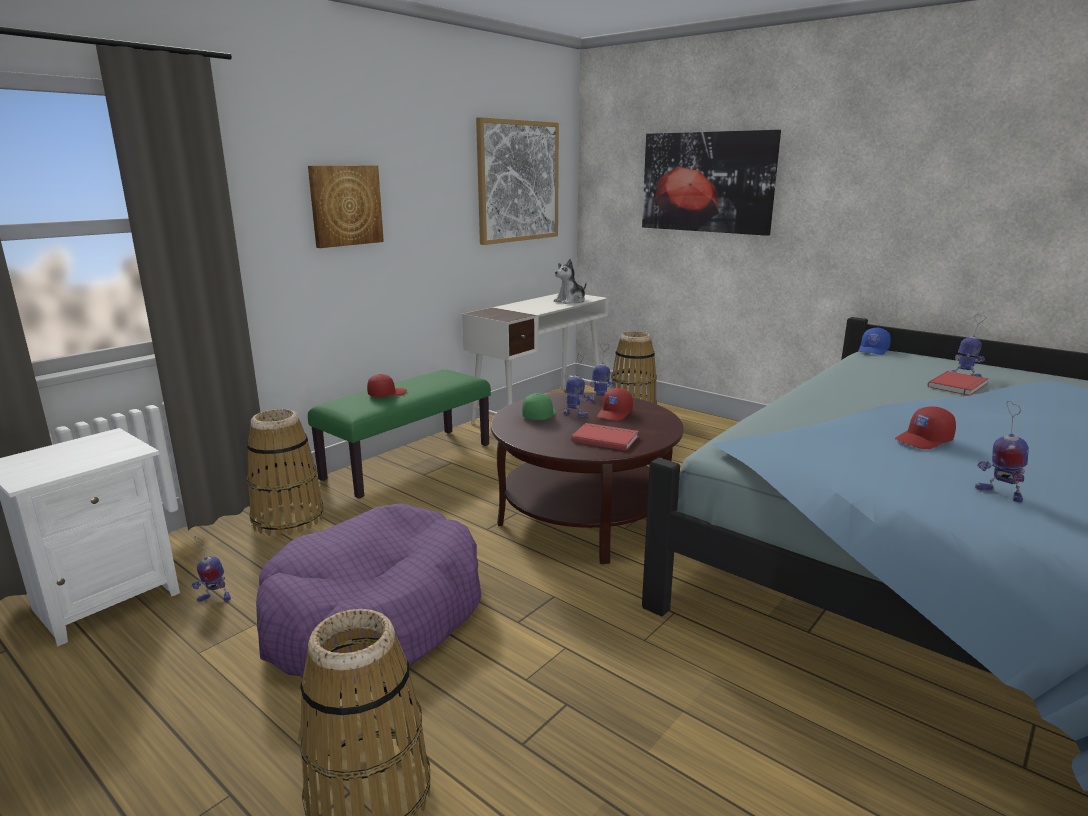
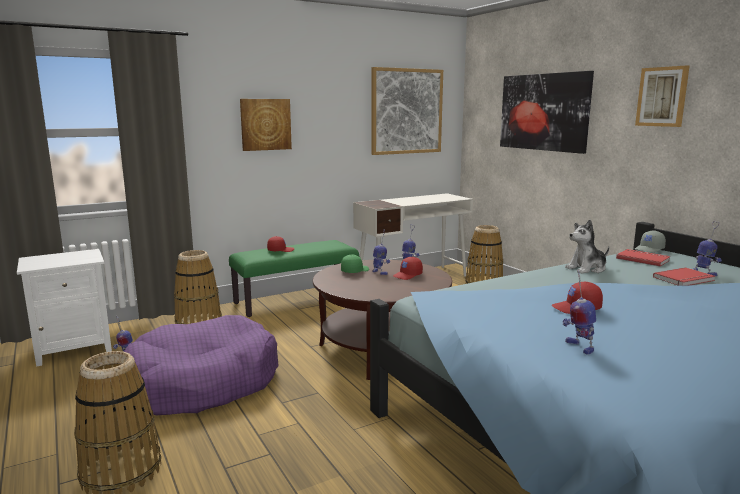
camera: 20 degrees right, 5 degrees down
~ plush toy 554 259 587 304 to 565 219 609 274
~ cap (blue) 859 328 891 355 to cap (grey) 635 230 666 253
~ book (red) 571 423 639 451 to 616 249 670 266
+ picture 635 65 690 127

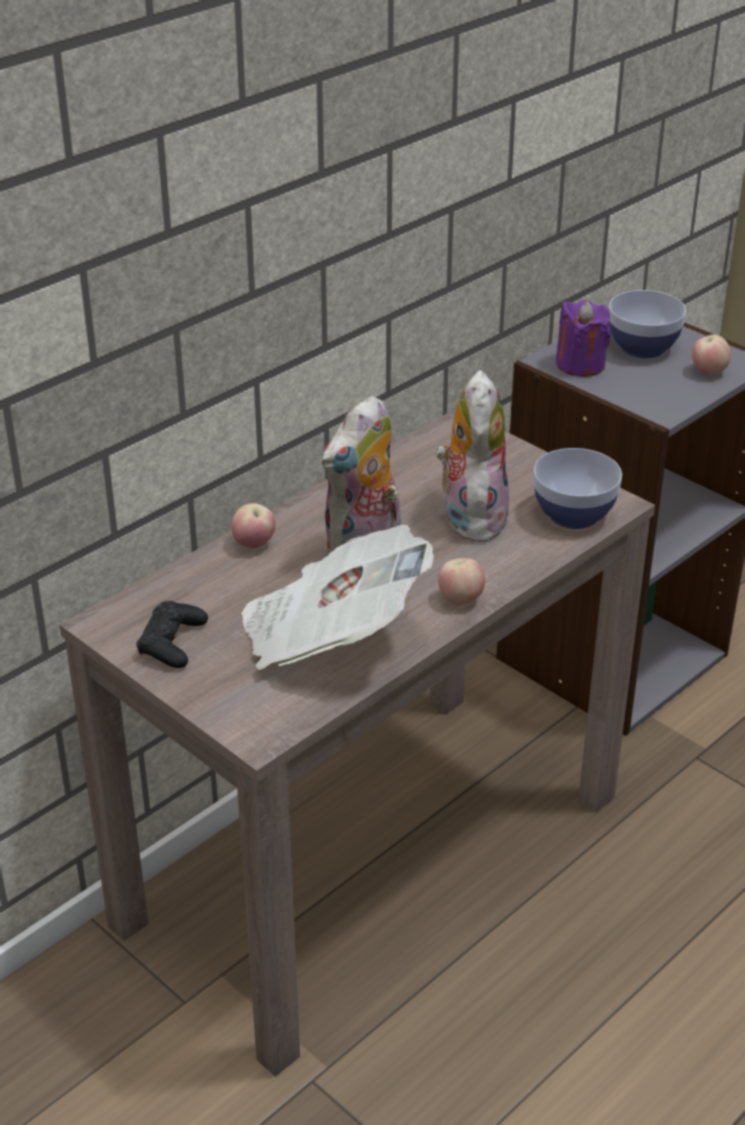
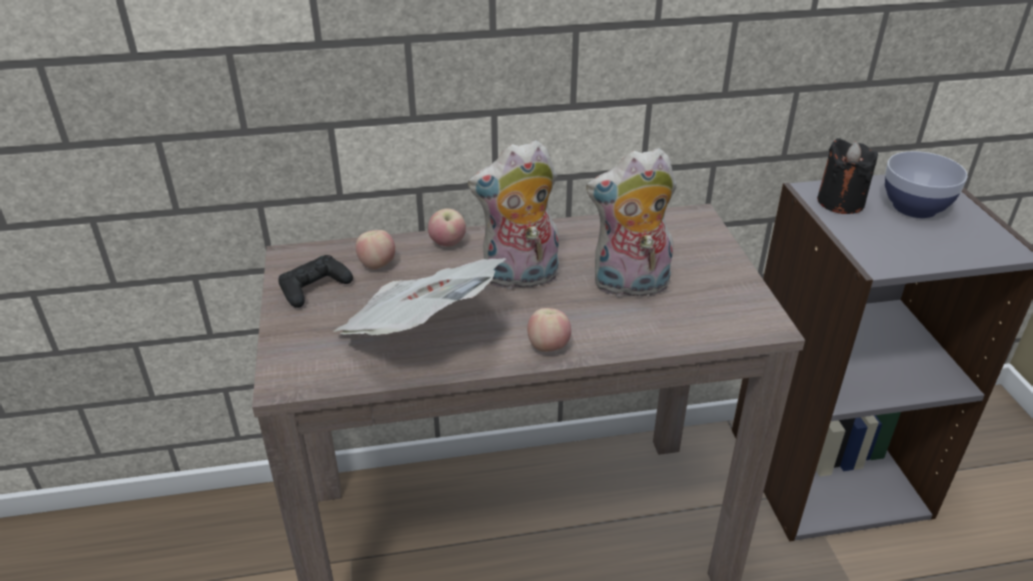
camera: 35 degrees right, 0 degrees up
~ candle (purple) 556 300 611 377 to candle (black) 817 138 878 214
~ apple 692 335 731 375 to 356 230 395 270
~ plush toy 436 370 509 543 = 586 148 677 297 135 degrees counterclockwise
- bowl 533 448 622 529

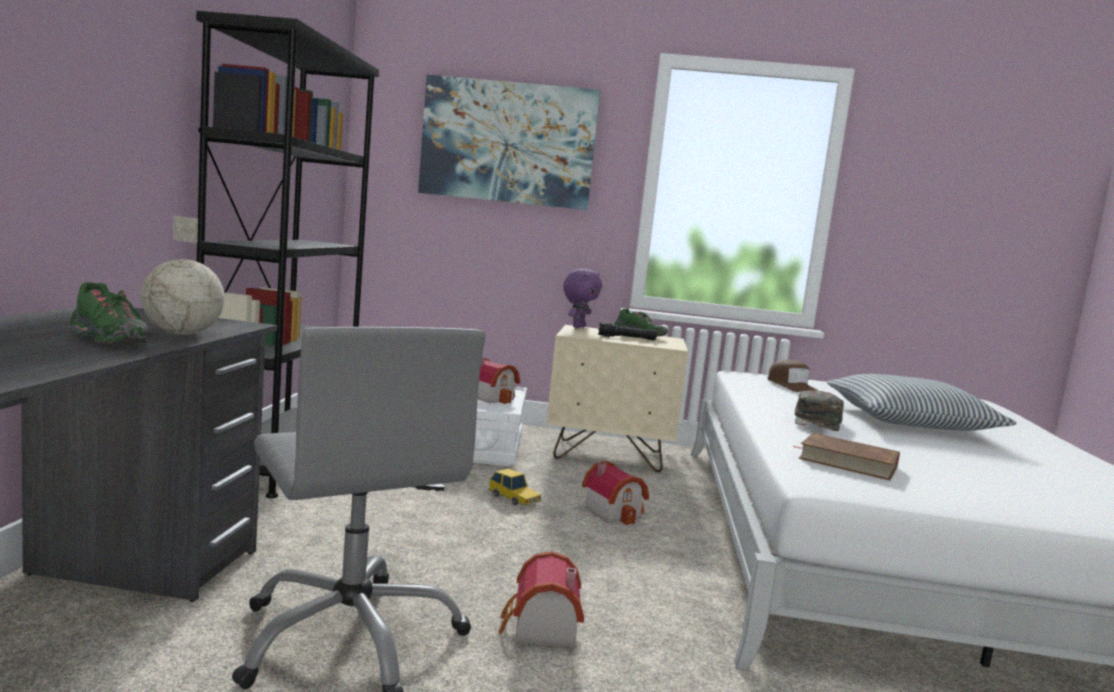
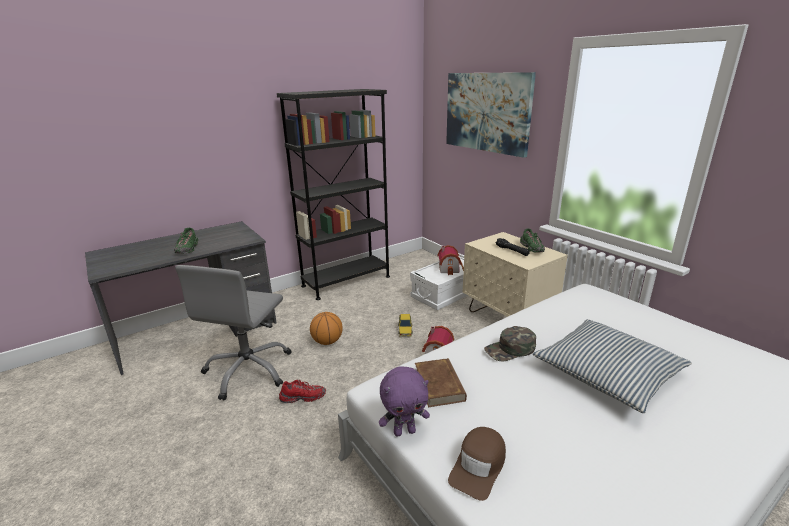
camera: 50 degrees right, 15 degrees up
- globe 141 216 225 335
~ plush toy (purple) 563 269 602 328 to 379 367 430 436
~ cap (brown) 767 360 819 392 to 448 427 506 501
~ toy house 498 551 584 648 to shoe (red) 279 380 326 403
+ basketball 310 312 343 345

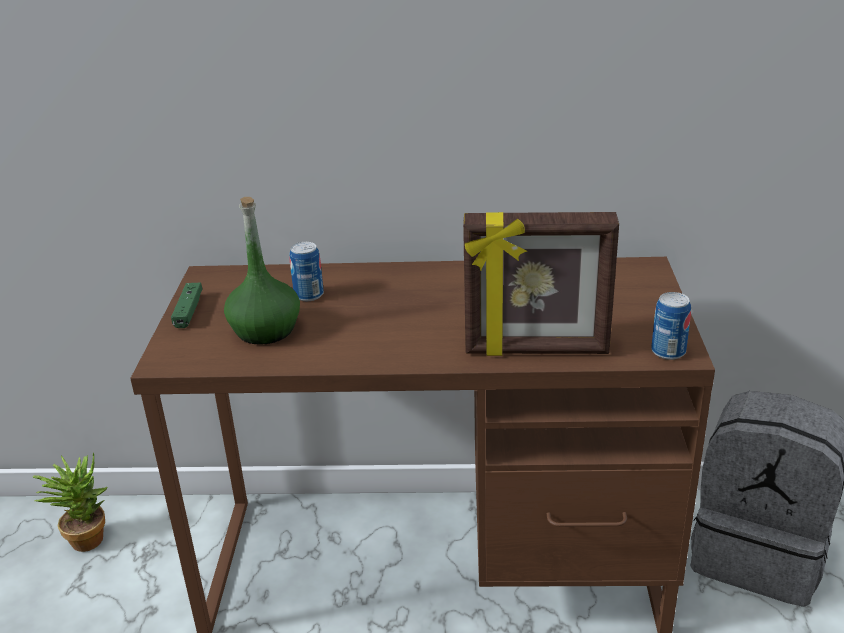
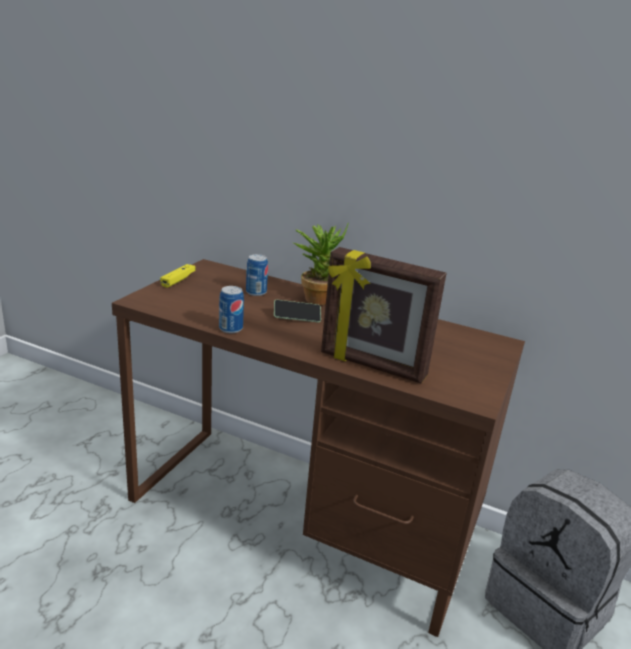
camera: 20 degrees right, 5 degrees down
- bottle (green) 224 197 300 345
~ game controller (green) 171 283 203 328 to game controller (yellow) 160 264 196 288
~ can 651 292 691 360 to 219 286 244 333
~ potted plant 33 452 108 552 to 294 222 349 305
+ phone 274 300 321 323

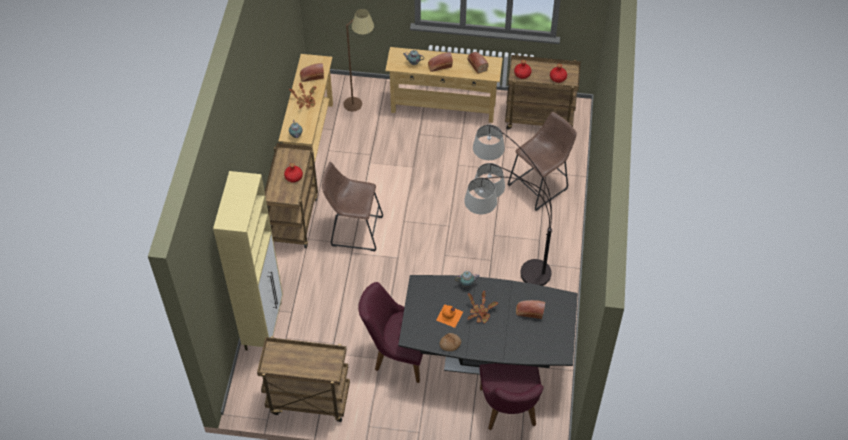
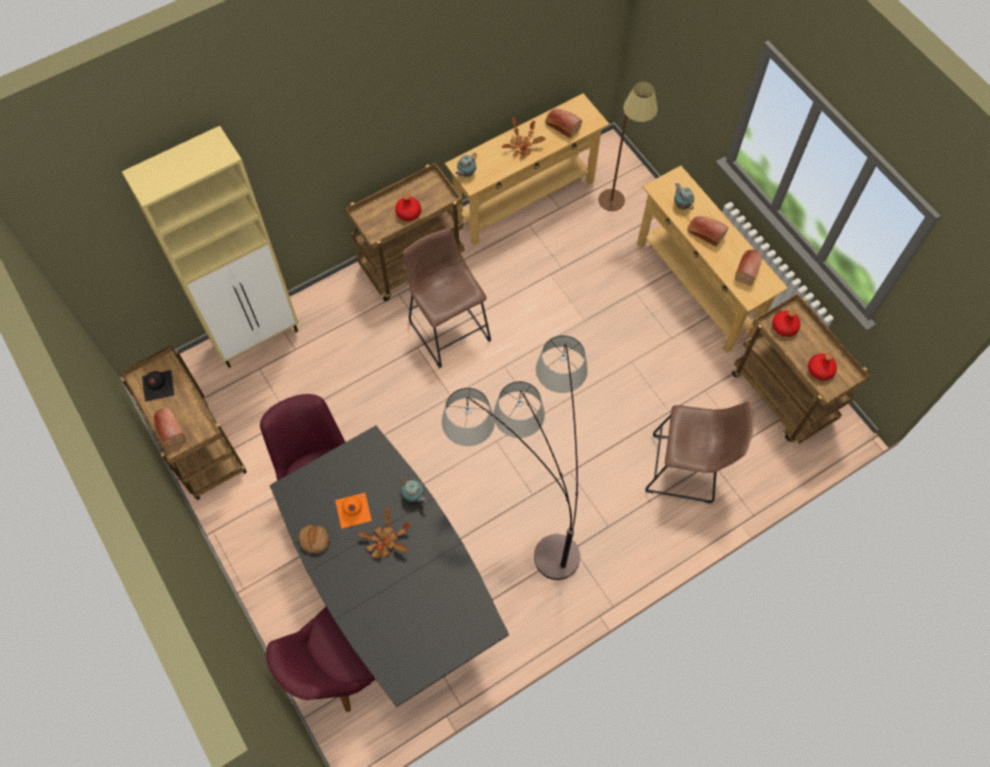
camera: 50 degrees right, 10 degrees up
~ bread 516 300 545 319 to 153 408 186 447
+ bottle (black) 142 370 174 402

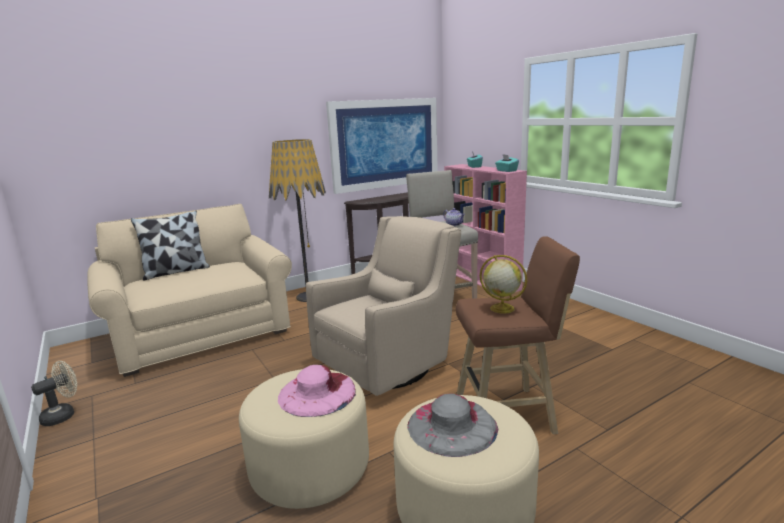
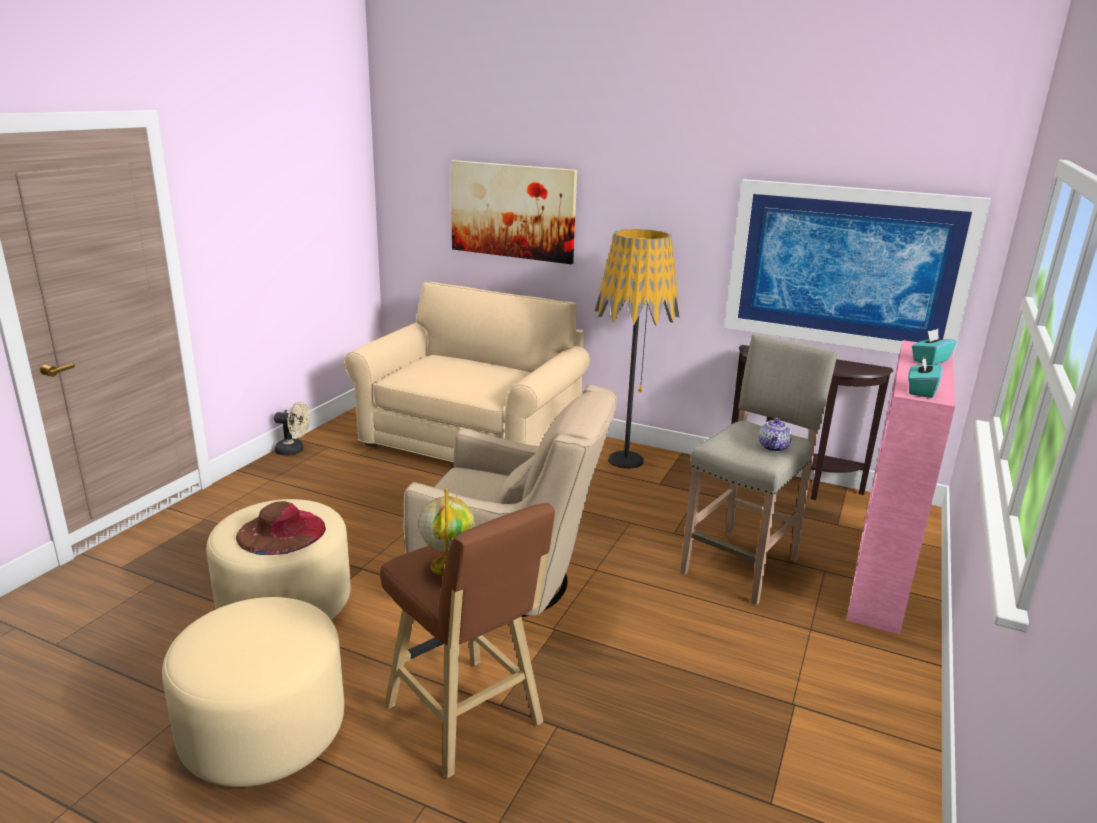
camera: 55 degrees right, 5 degrees up
- pillow 131 210 210 280
~ hat (pink) 278 365 356 417 to hat (brown) 236 501 326 555
- hat (grey) 407 393 498 457
+ picture 451 160 577 264

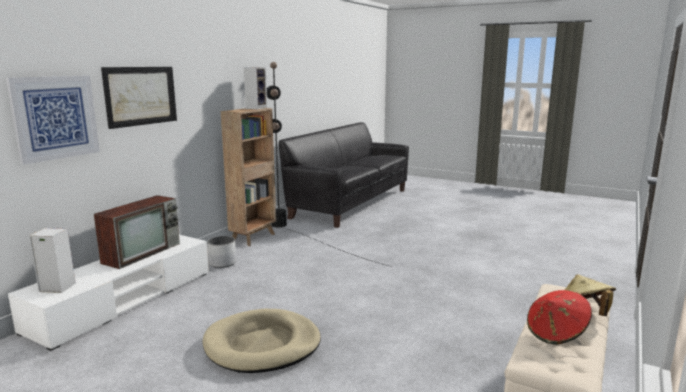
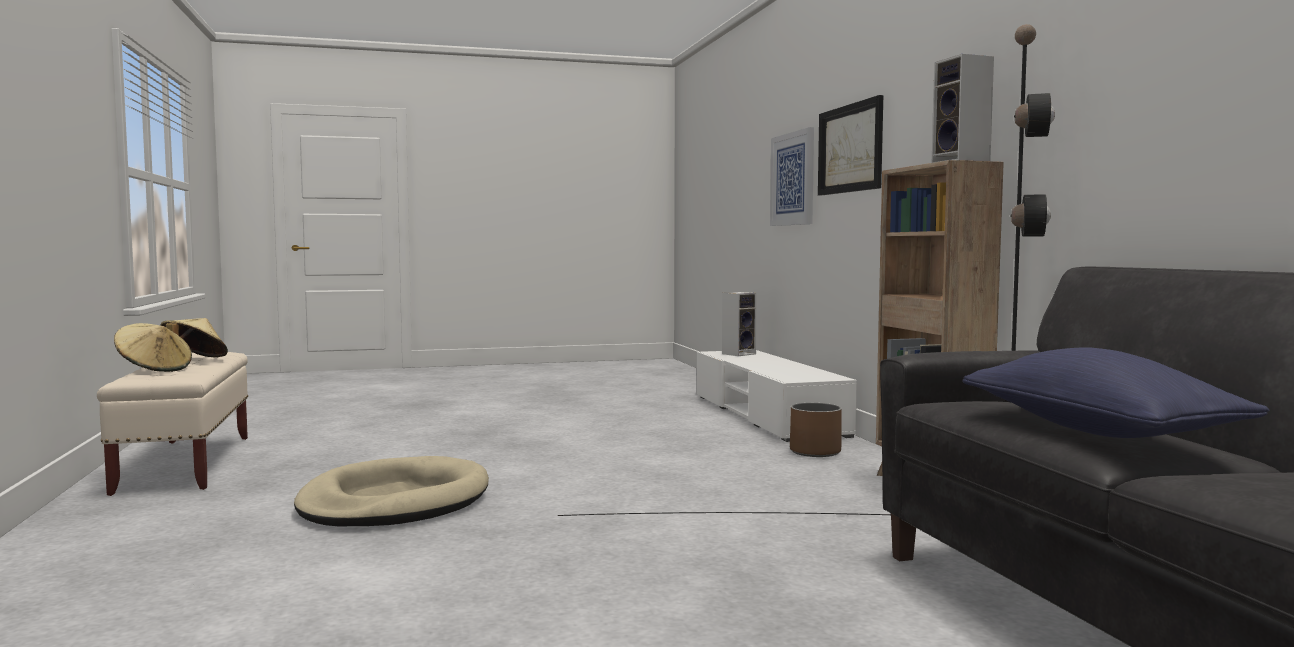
camera: 135 degrees right, 10 degrees down
- television 94 195 180 269
~ planter (white) 207 236 236 268 to planter (brown) 790 403 842 457
~ hat (red) 527 290 592 345 to hat (beige) 160 318 228 357
~ dog bed (beige) 203 309 321 373 to 294 456 489 526
+ pillow (blue) 962 348 1269 438

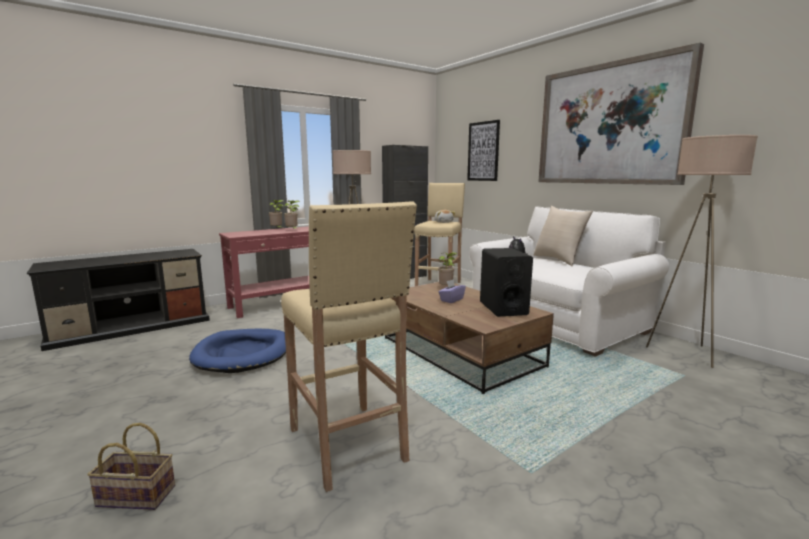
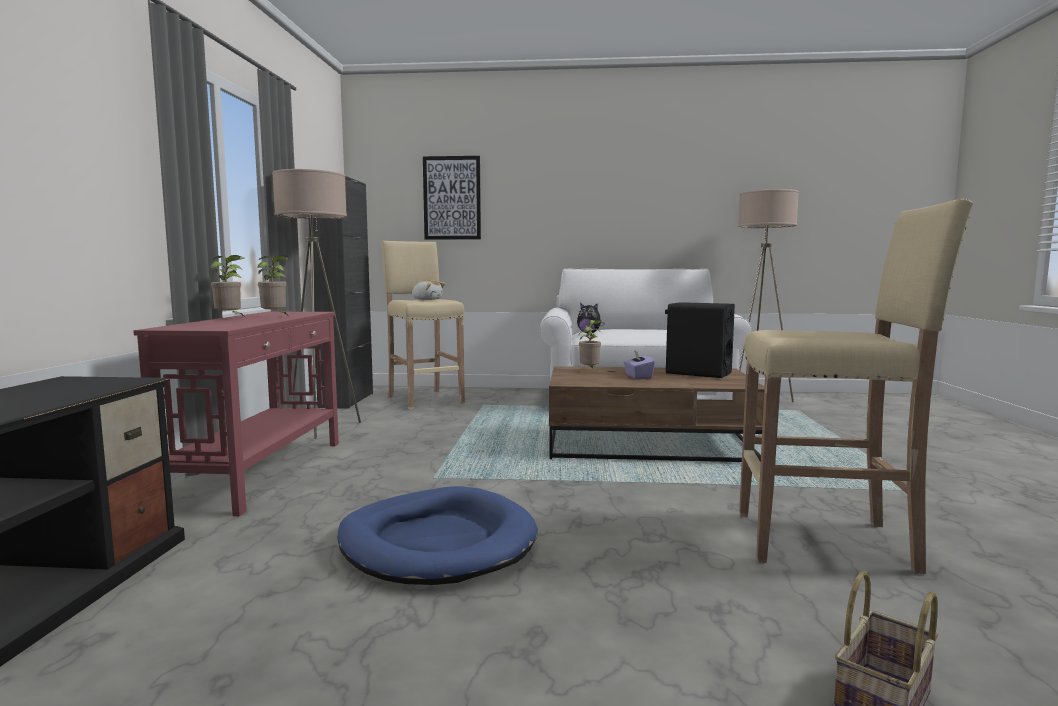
camera: 50 degrees left, 5 degrees down
- picture 539 43 704 185
- pillow (beige) 534 206 593 266

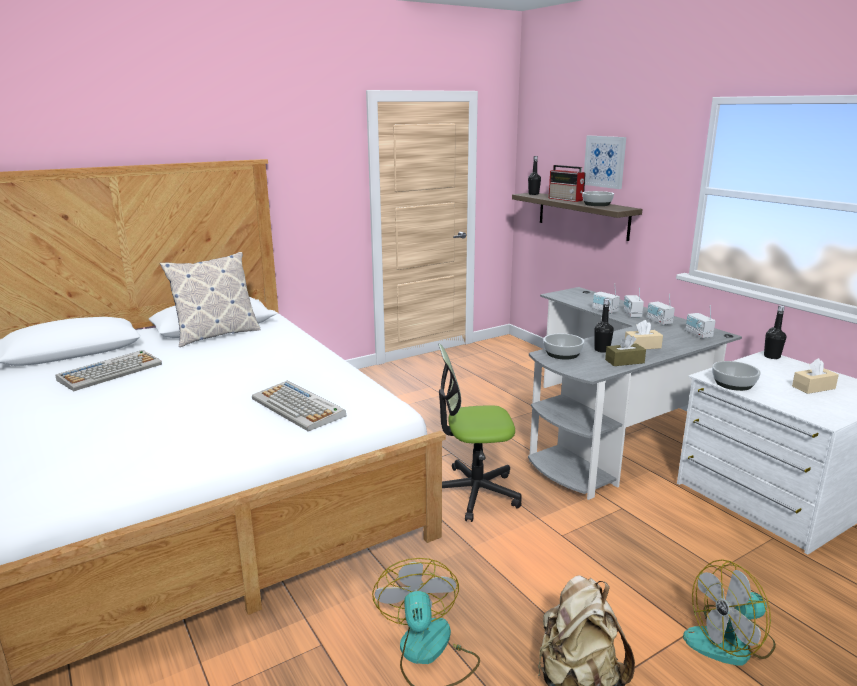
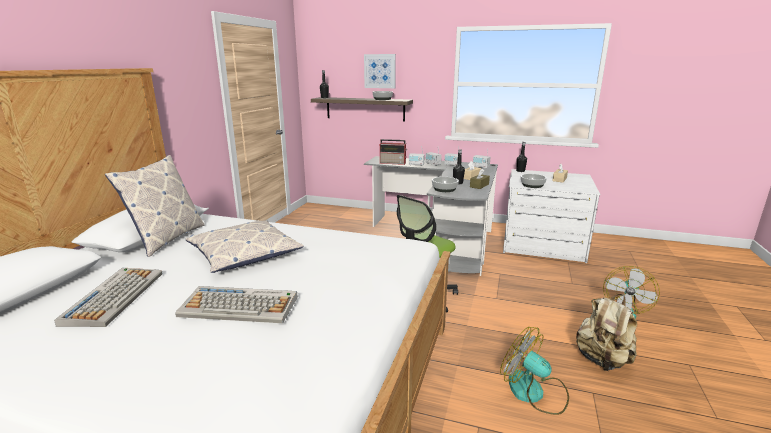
camera: 40 degrees left, 0 degrees up
~ radio 549 165 586 202 to 380 139 407 165
~ keyboard 252 381 346 431 to 175 286 298 323
+ pillow 185 220 304 273

